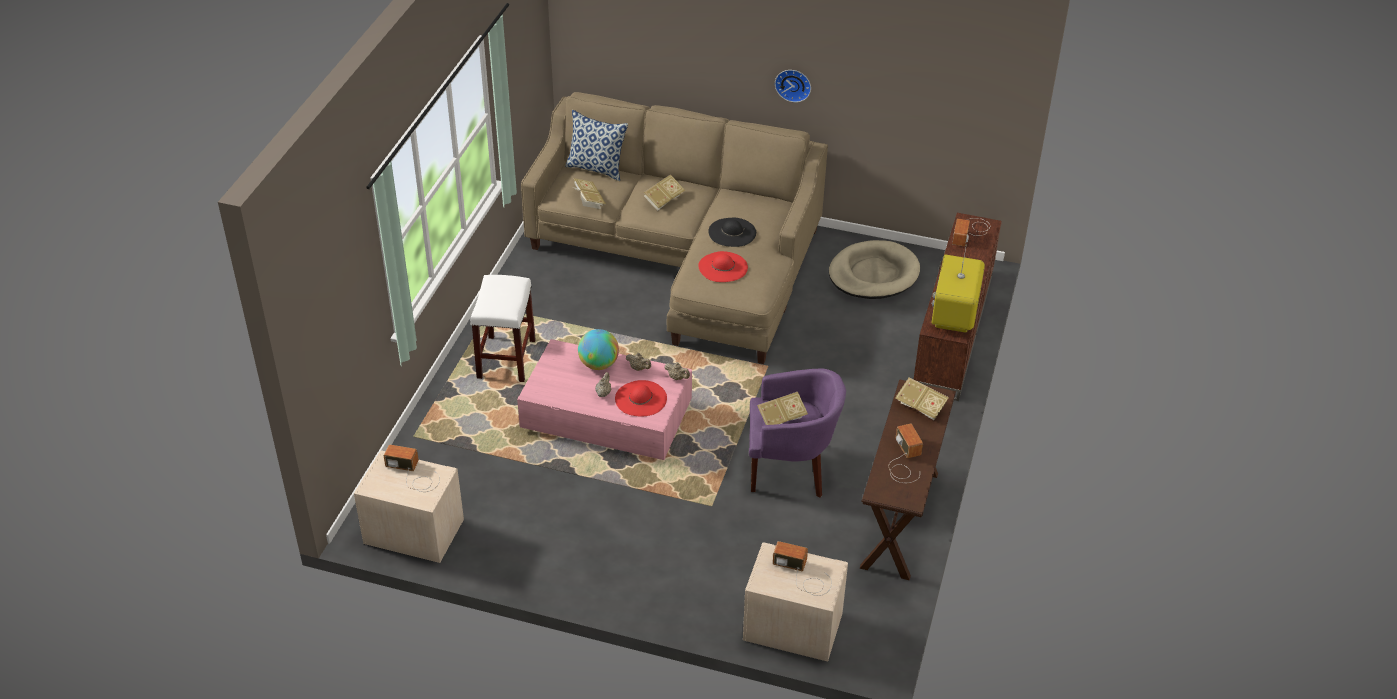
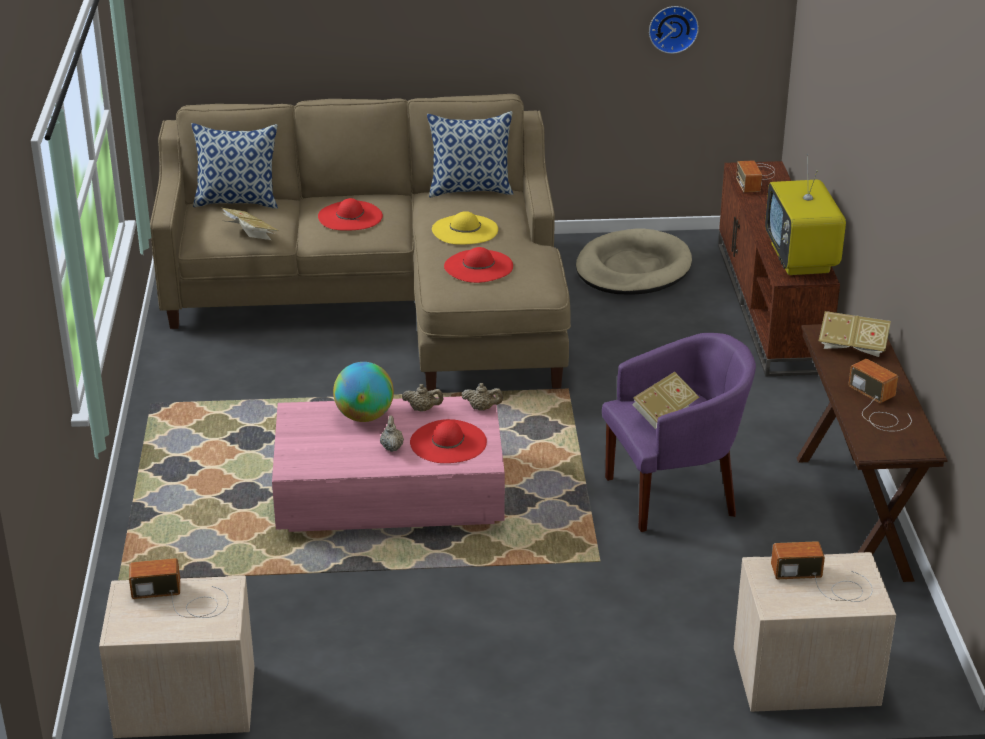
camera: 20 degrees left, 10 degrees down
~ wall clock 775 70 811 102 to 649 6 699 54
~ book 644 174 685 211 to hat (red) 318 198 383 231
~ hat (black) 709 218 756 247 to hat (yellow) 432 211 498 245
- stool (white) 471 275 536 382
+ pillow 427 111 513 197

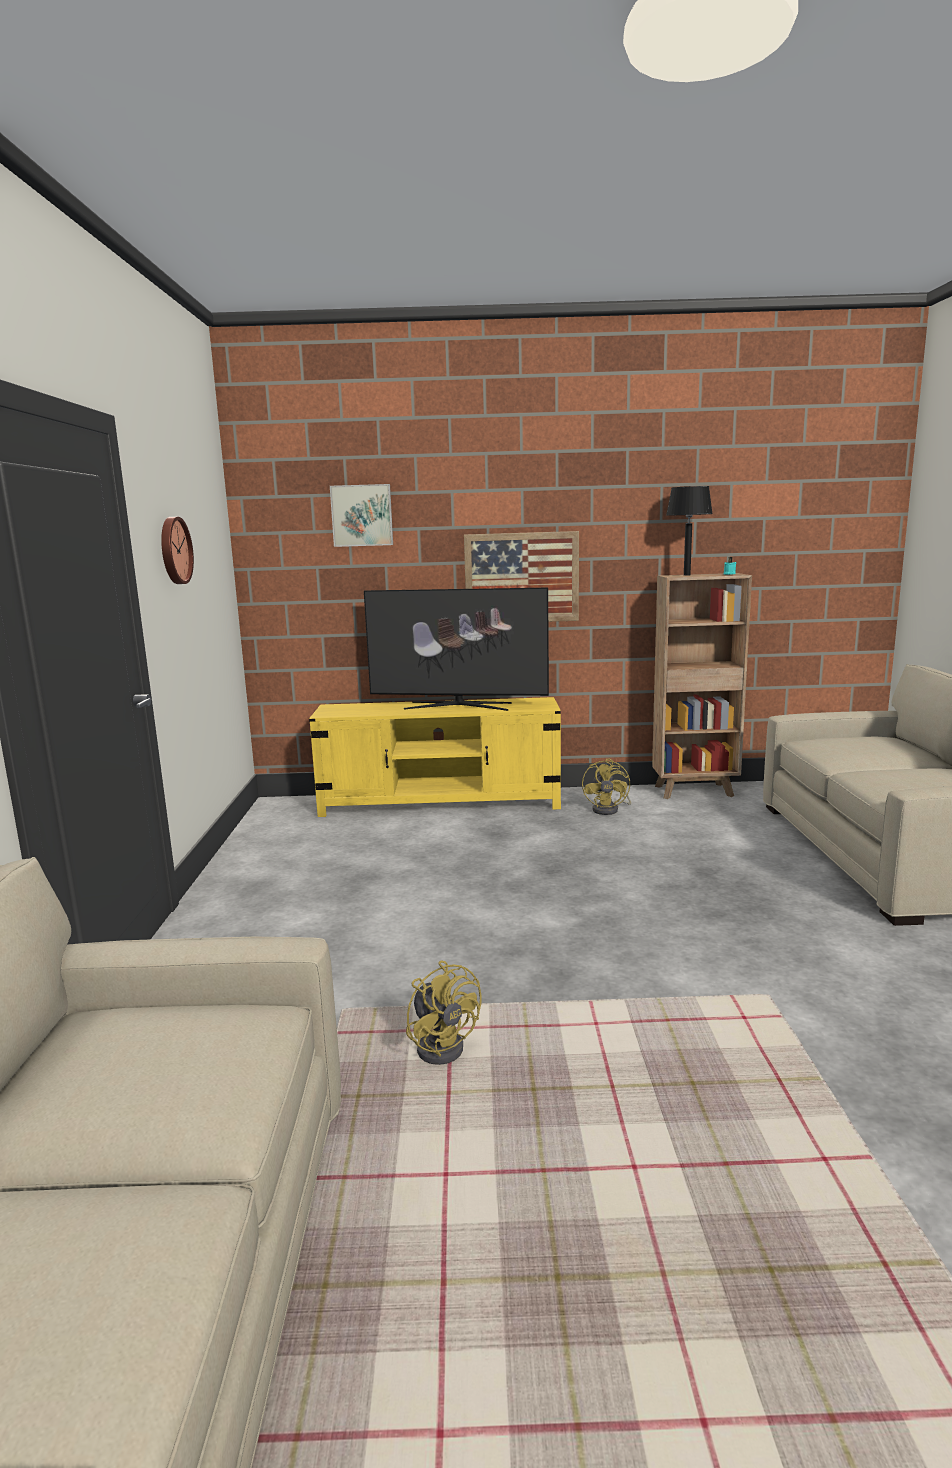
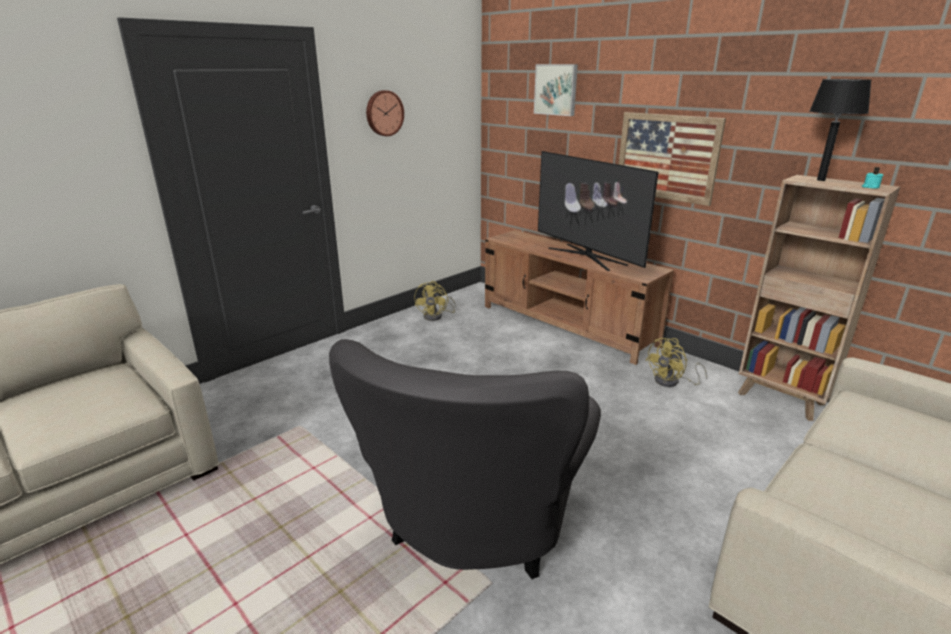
camera: 45 degrees right, 10 degrees up
~ tv stand (yellow) 309 697 561 817 to tv stand (brown) 485 230 674 365
~ fan (yellow) 406 960 482 1065 to 414 281 456 321
+ armchair (grey) 329 339 601 579

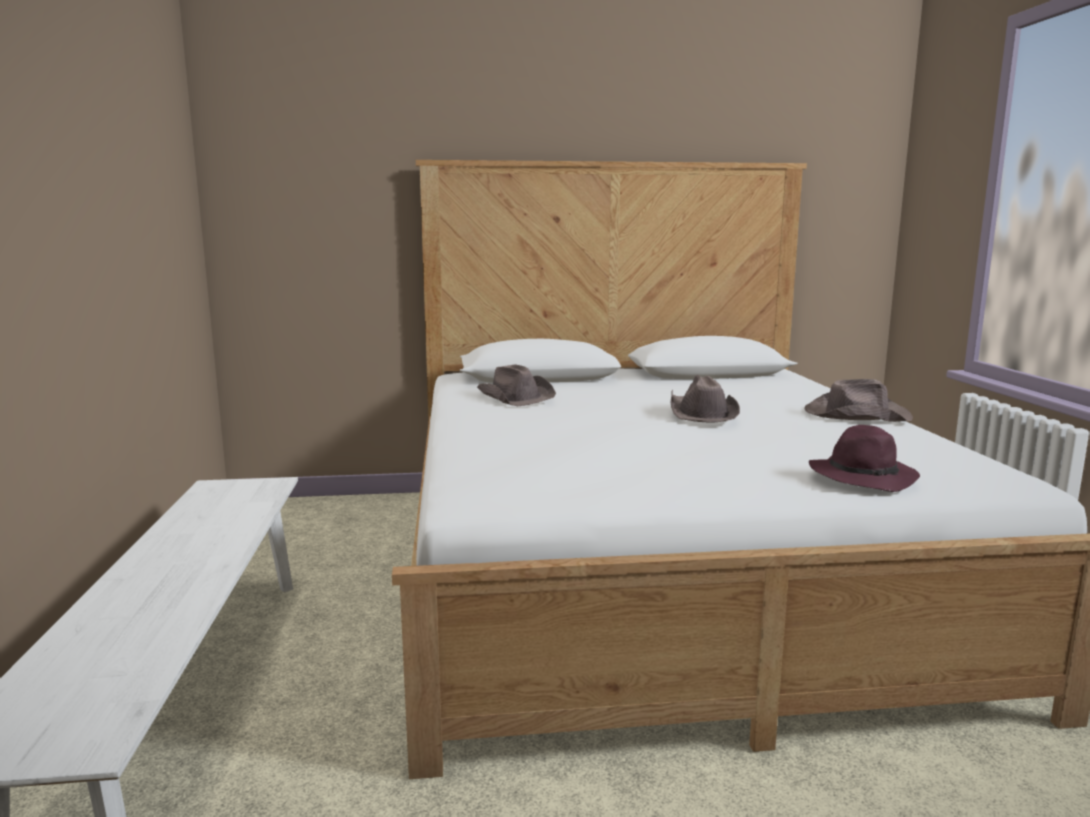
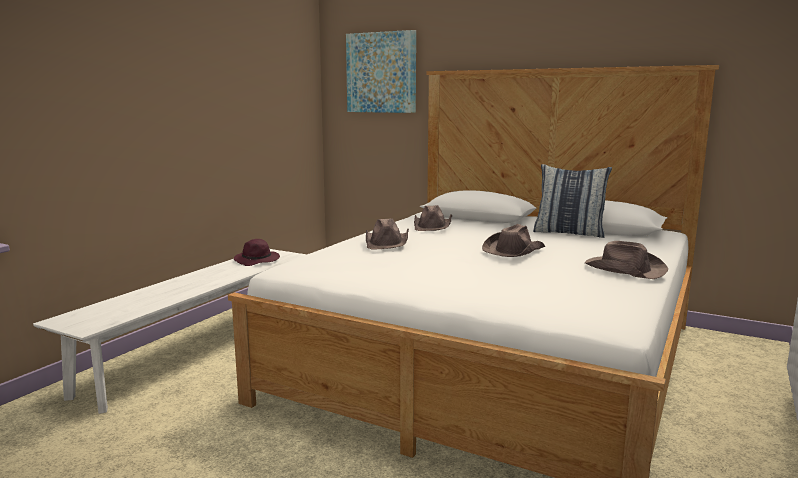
camera: 35 degrees right, 0 degrees up
~ hat (purple) 809 425 920 492 to 234 239 280 266
+ picture 346 30 416 113
+ pillow 533 164 612 238
+ hat (brown) 366 218 409 250

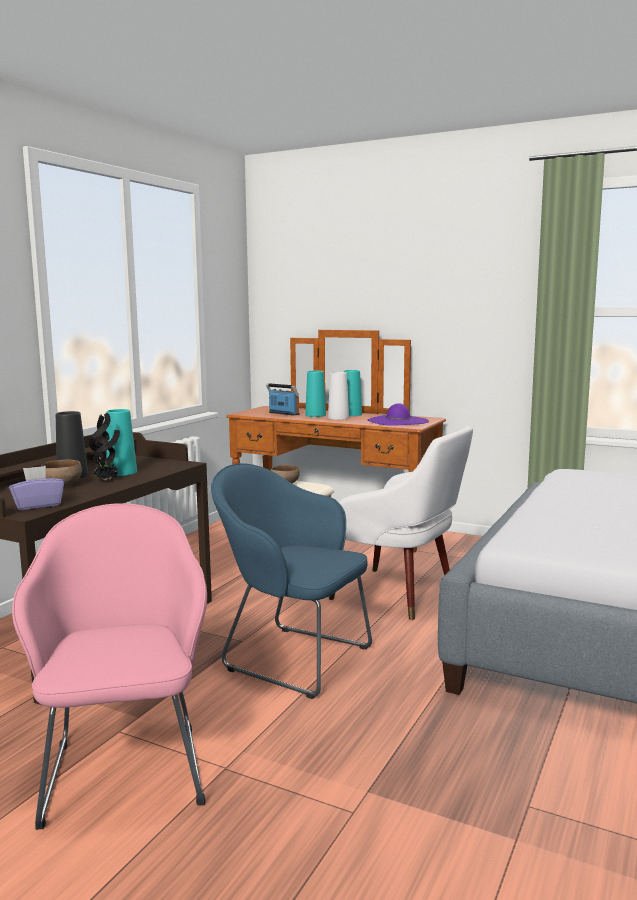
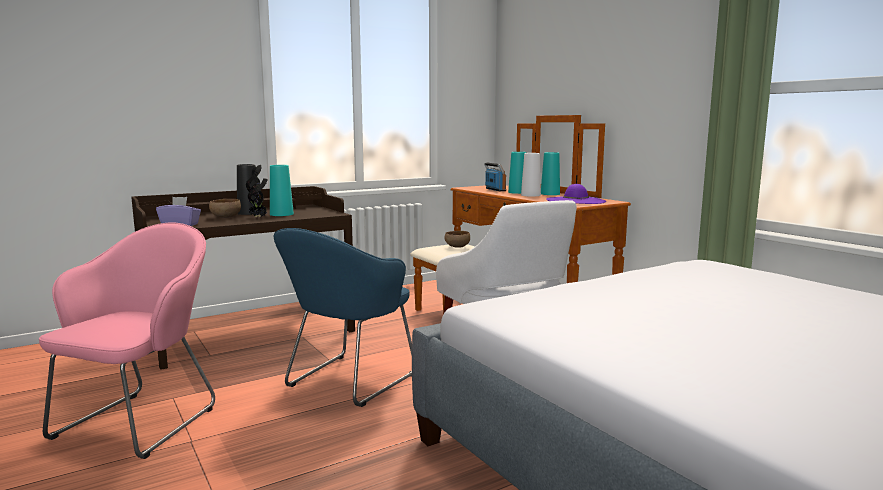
camera: 30 degrees right, 0 degrees up
~ armchair (blue) 211 463 372 699 = 274 228 412 407 120 degrees counterclockwise

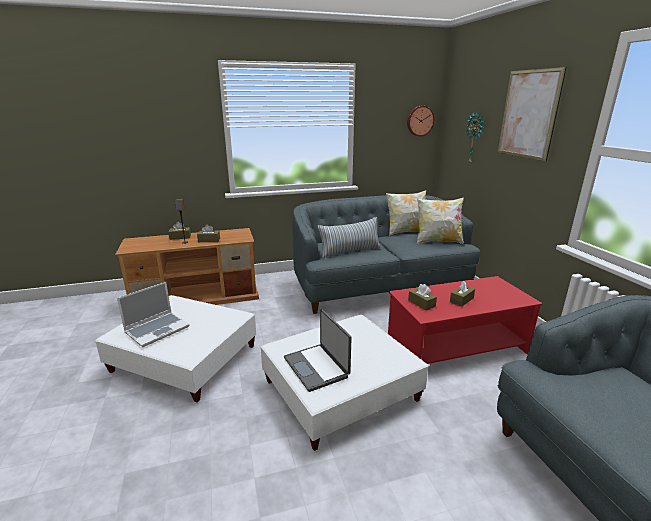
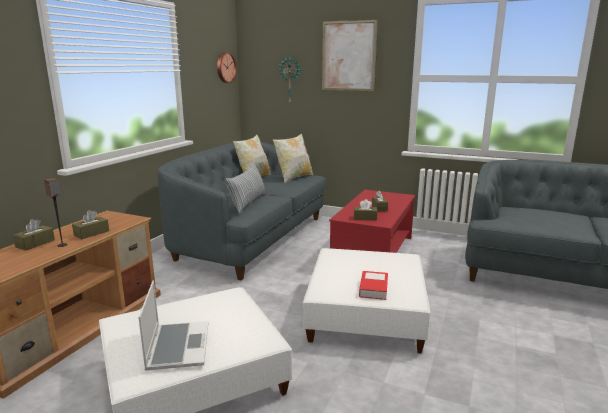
camera: 50 degrees left, 5 degrees down
~ laptop 284 309 352 392 to book 359 271 388 300

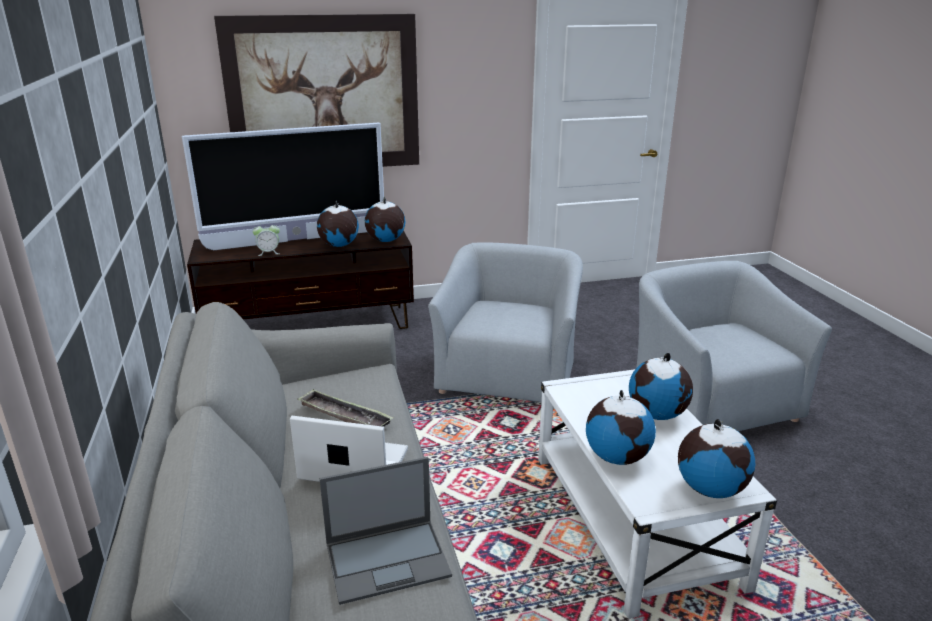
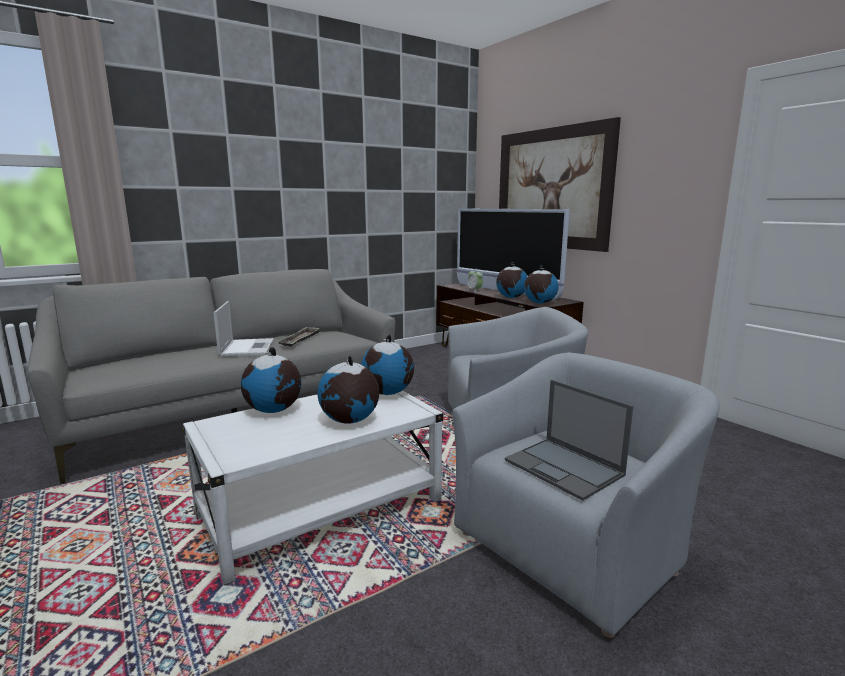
camera: 70 degrees right, 10 degrees down
~ globe 678 419 755 498 to 361 334 414 395
~ laptop 320 457 452 605 to 505 380 633 501

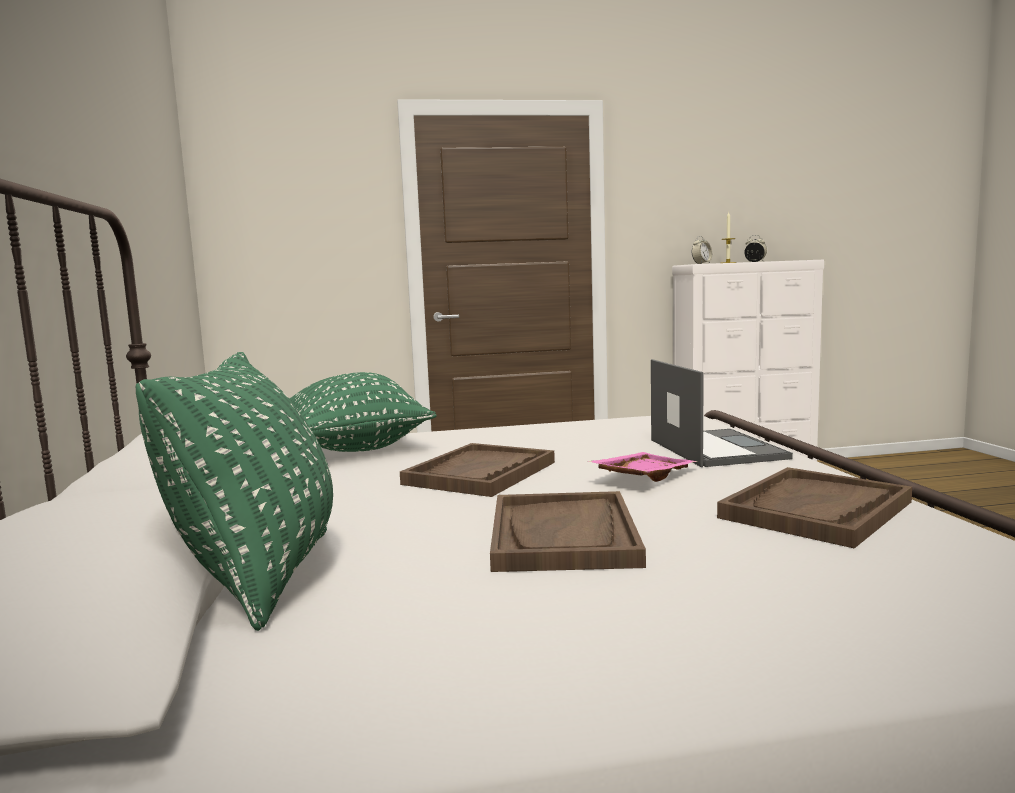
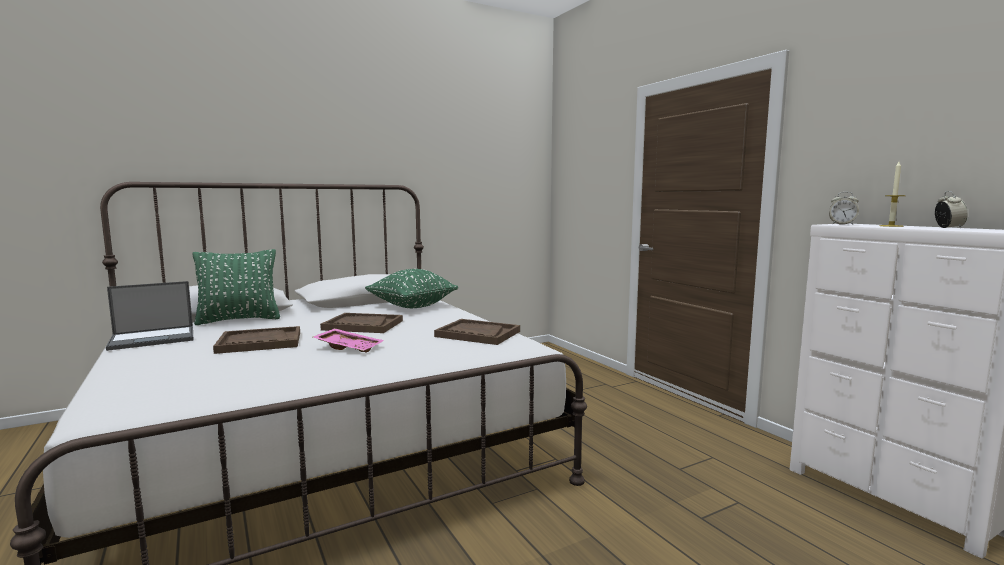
camera: 70 degrees right, 0 degrees up
~ laptop 651 359 793 467 to 106 281 194 351
~ tray (brown) 717 467 912 548 to 434 319 520 345

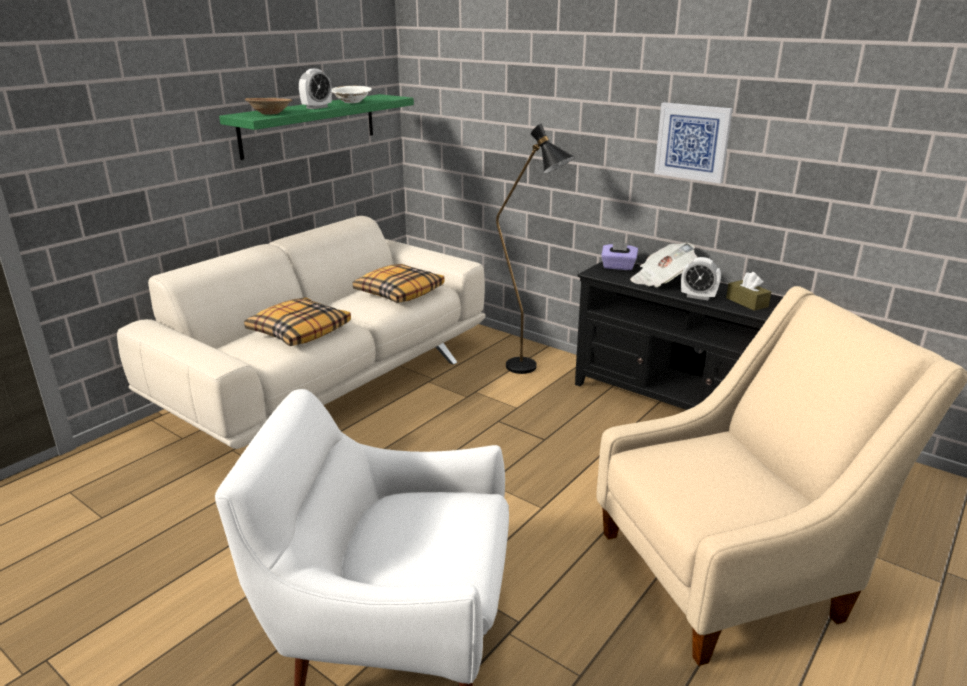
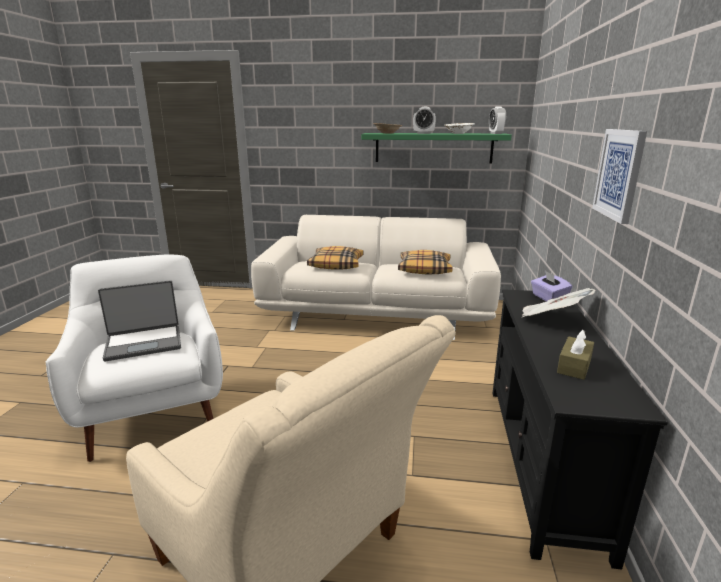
camera: 60 degrees right, 5 degrees down
- floor lamp (black) 496 124 575 374
~ alarm clock 681 257 721 300 to 489 106 506 134
+ laptop 98 280 181 361

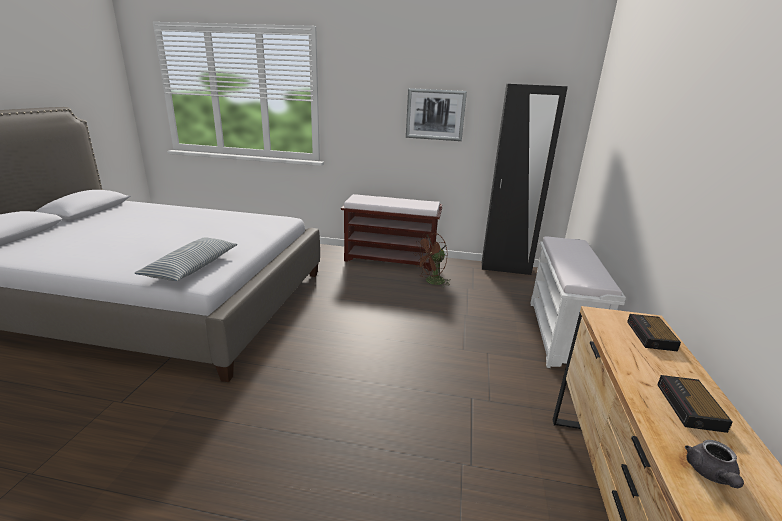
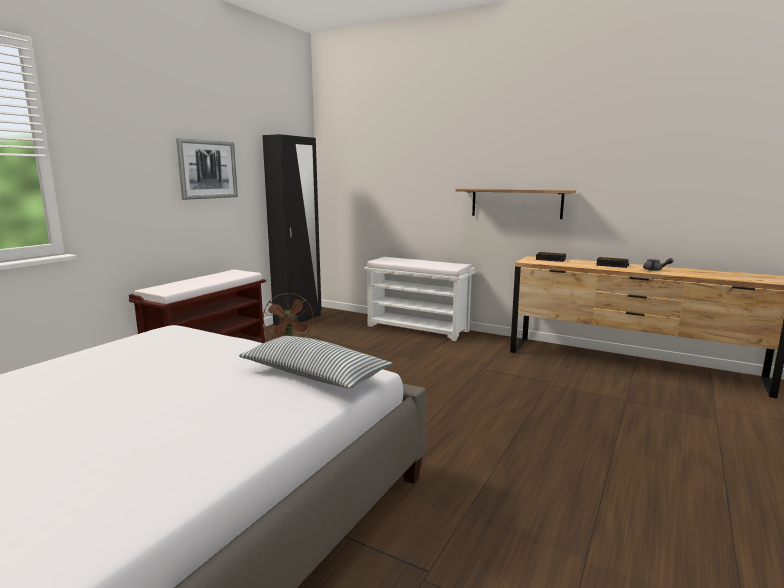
camera: 70 degrees left, 10 degrees down
+ shelf 456 188 576 219

